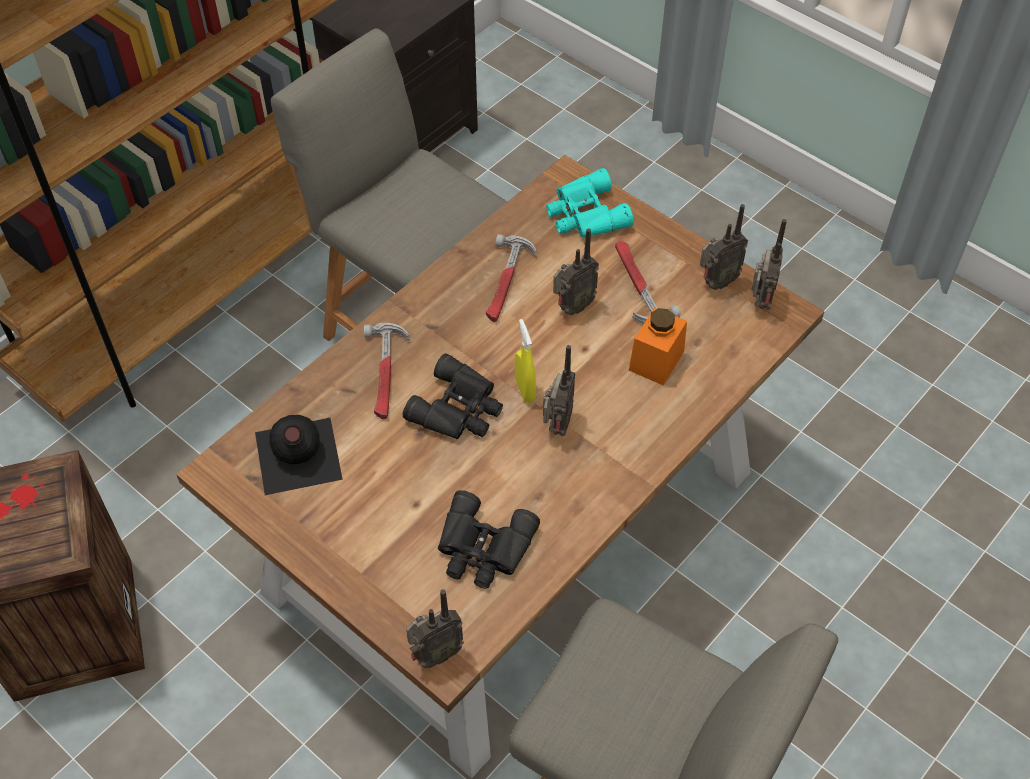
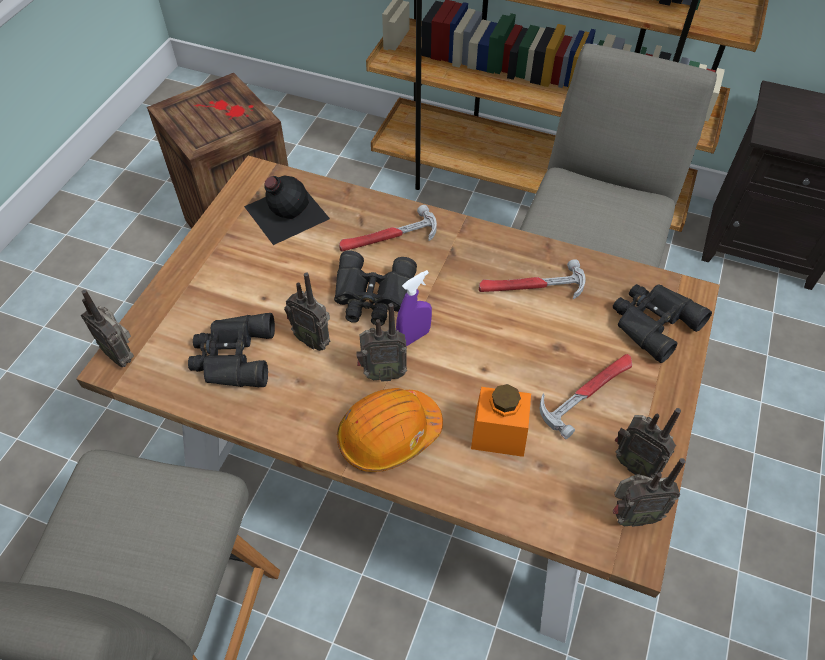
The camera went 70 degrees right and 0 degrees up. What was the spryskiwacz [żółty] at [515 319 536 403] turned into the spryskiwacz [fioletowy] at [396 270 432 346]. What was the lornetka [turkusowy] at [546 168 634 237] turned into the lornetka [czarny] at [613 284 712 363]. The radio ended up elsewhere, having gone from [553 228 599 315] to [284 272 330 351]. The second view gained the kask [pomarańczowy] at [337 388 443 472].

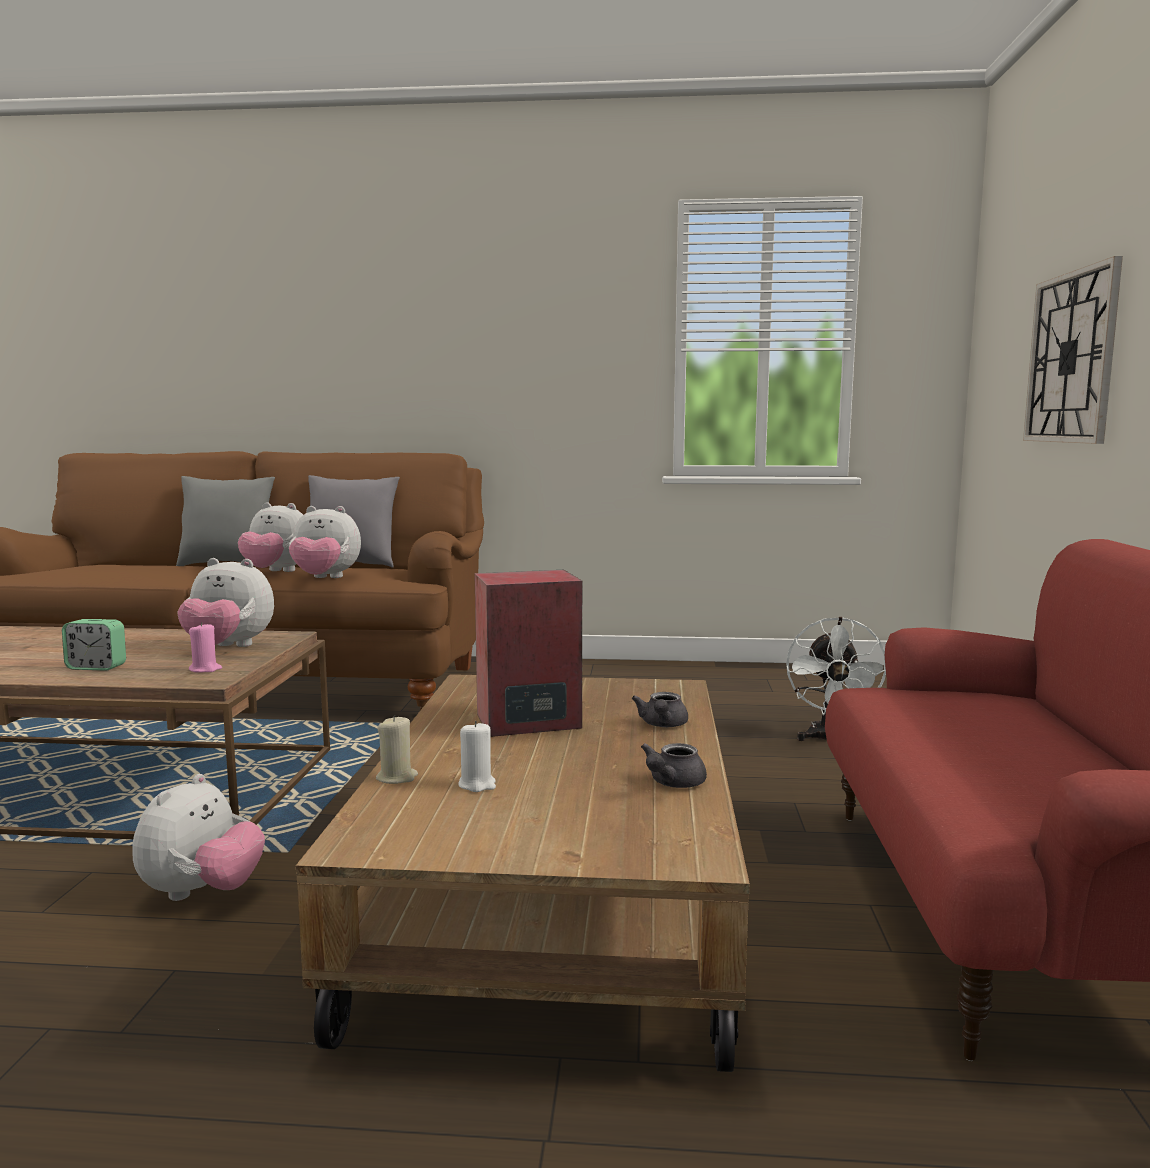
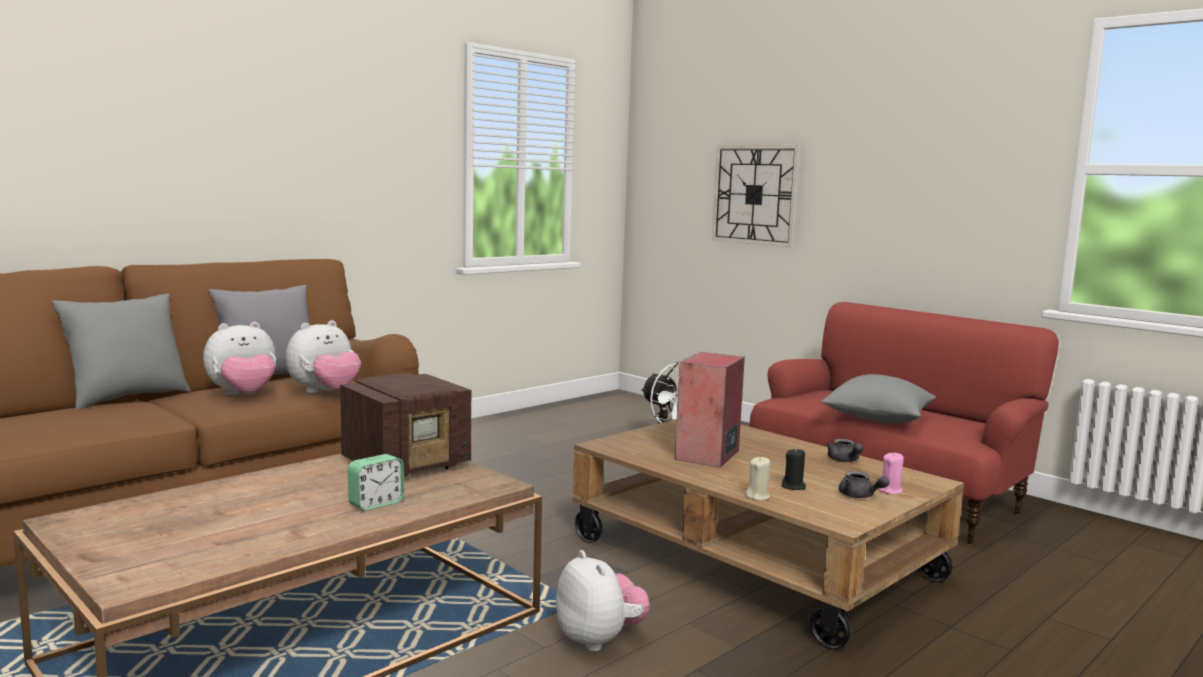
The camera went 50 degrees left and 0 degrees up. Where the pluszak stood at [177 558 274 647], the radio came to stand at [340 373 471 477]. The świeca [różowy] ended up elsewhere, having gone from [189 622 222 672] to [878 453 904 494]. What was the świeca [biały] at [458 721 496 792] turned into the świeca [czarny] at [781 448 806 490]. The imbryk [szary] ended up elsewhere, having gone from [632 692 688 727] to [839 471 889 498]. The second view gained the poduszka [szary] at [821 374 936 423].

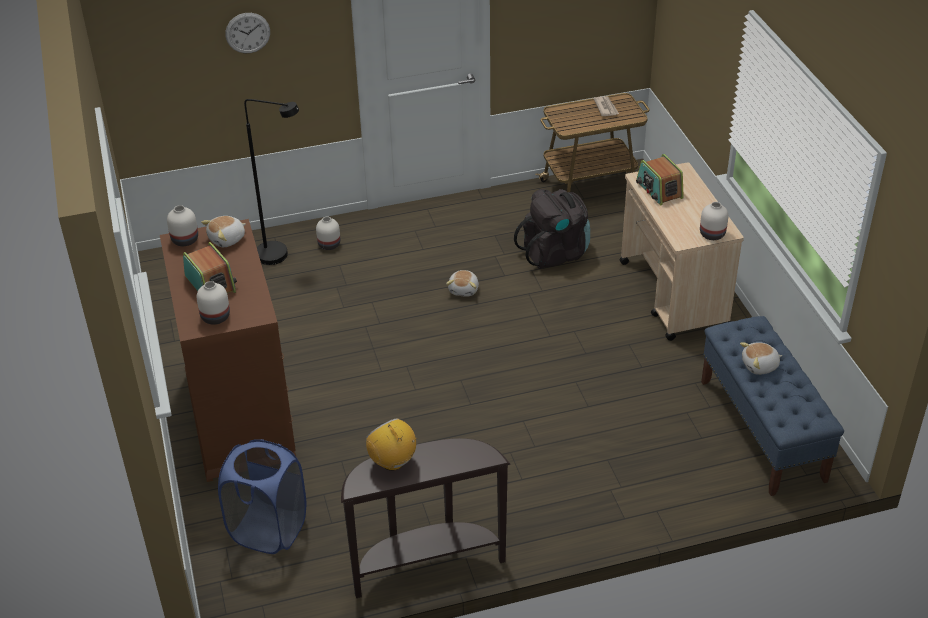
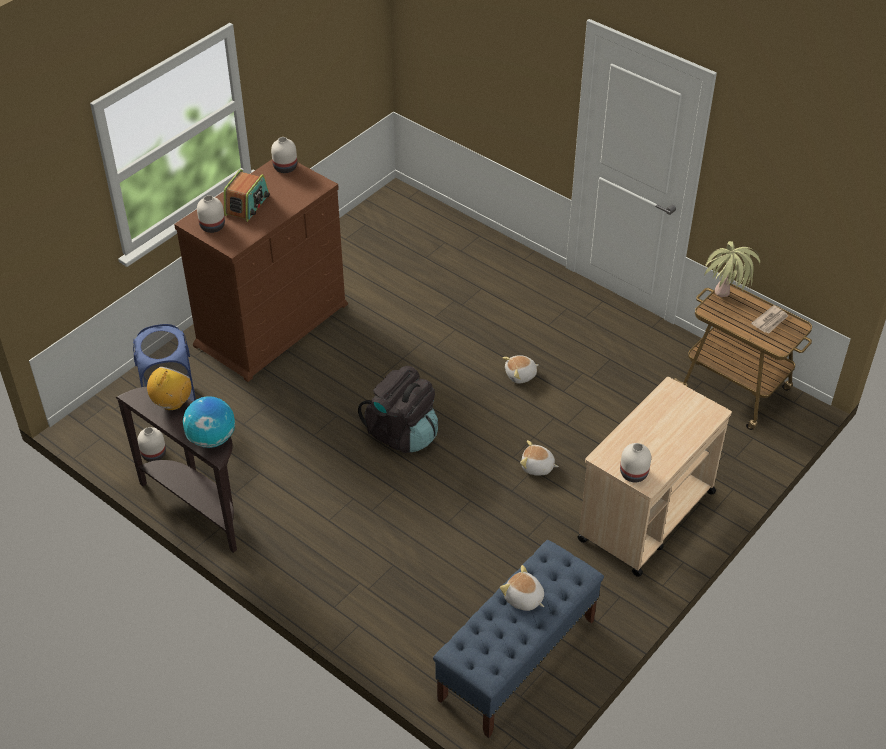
The camera went 55 degrees right and 5 degrees up. The pluszak ended up elsewhere, having gone from [201 216 246 247] to [520 440 559 476]. The second view lost the zegar ścienny at [225 13 270 53]. The second view lost the lampa stojąca [czarny] at [244 99 299 265]. The wazon [biały] ended up elsewhere, having gone from [316 217 340 250] to [138 427 166 462]. The plecak [czarny] ended up elsewhere, having gone from [514 189 590 269] to [358 366 438 453]. The second view lost the radio at [636 154 684 205]. The second view gained the globus at [183 396 235 448]. The second view gained the roślina doniczkowa at [703 241 760 297].

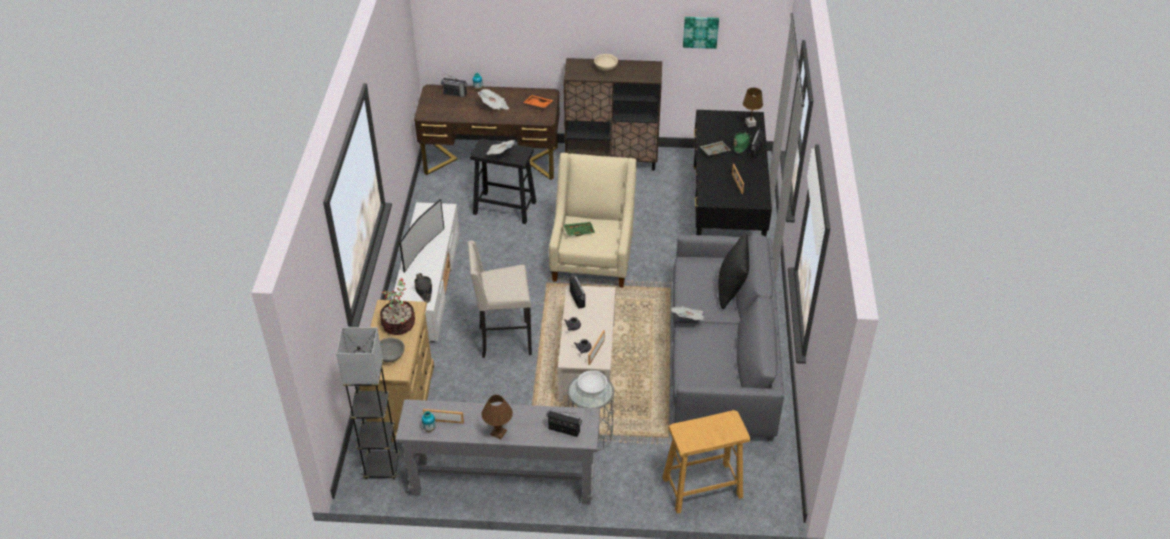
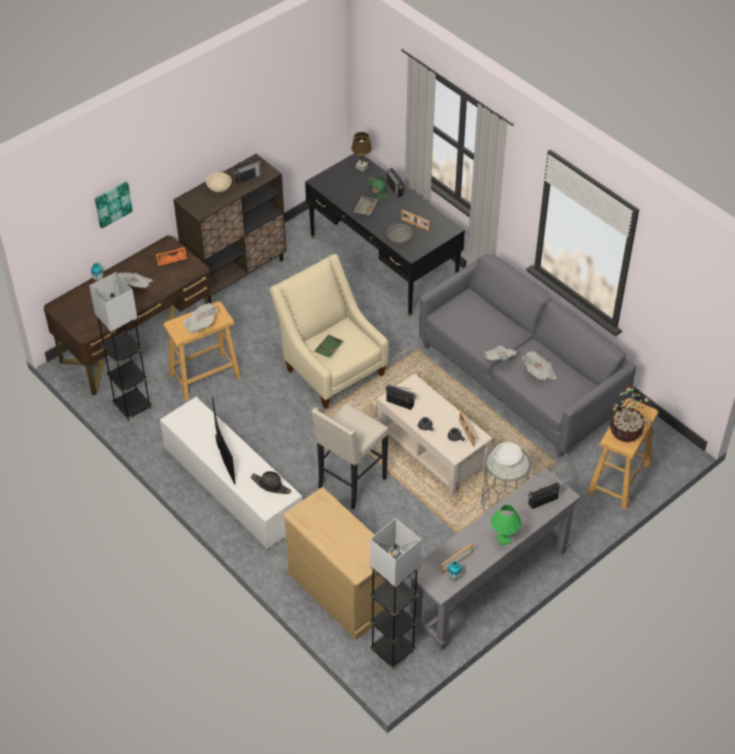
The camera went 45 degrees left and 5 degrees up. The roślina doniczkowa ended up elsewhere, having gone from [380 277 415 335] to [610 386 653 443]. The miska [szary] ended up elsewhere, having gone from [380 338 405 362] to [387 224 413 244]. The radio ended up elsewhere, having gone from [441 74 467 97] to [234 159 262 185]. What was the stołek [czarny] at [470 139 536 224] turned into the stołek [beżowy] at [163 302 241 400]. What was the lampa stołowa [brązowy] at [482 395 513 439] turned into the lampa stołowa [zielony] at [491 505 521 546]. The obraz ended up elsewhere, having gone from [683 17 719 49] to [95 182 133 228]. The second view lost the poduszka [czarny] at [718 233 749 309]. The second view gained the lampa stojąca [szary] at [89 272 152 421]. The second view gained the gazeta at [523 351 556 381].

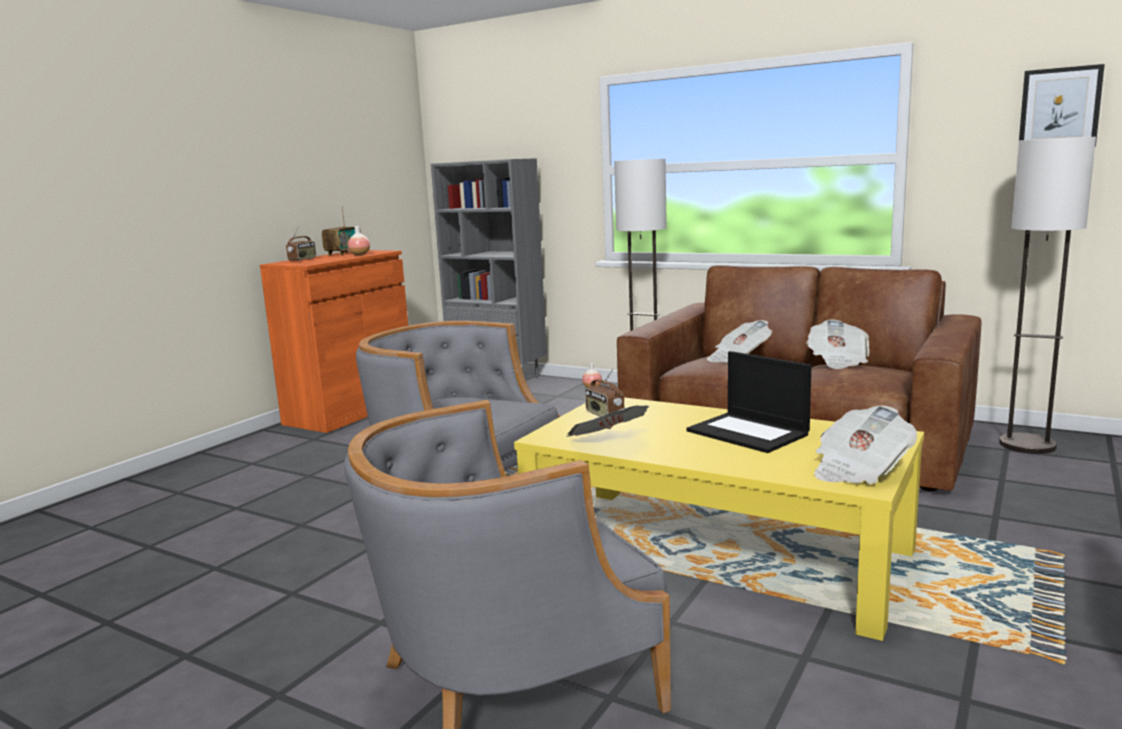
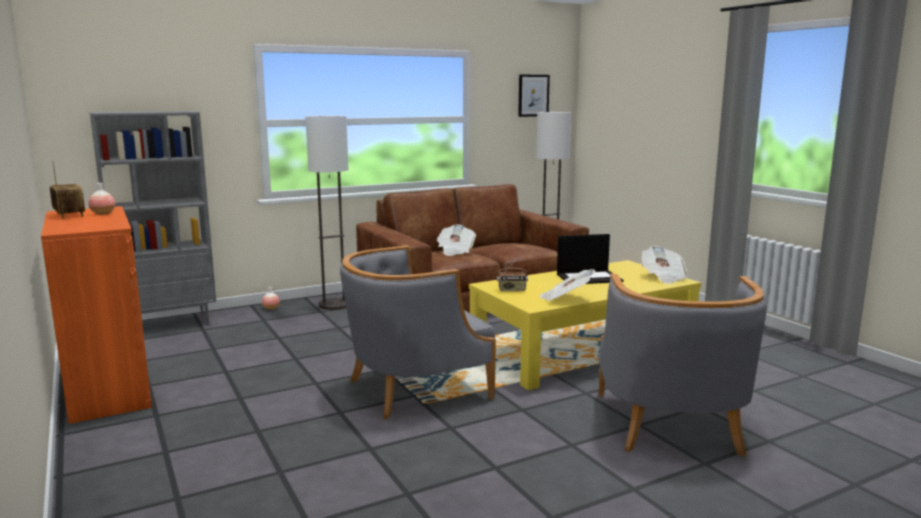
The camera went 60 degrees left and 0 degrees up. The second view lost the radio at [286 228 316 261]. The second view lost the gazeta at [806 319 869 369].

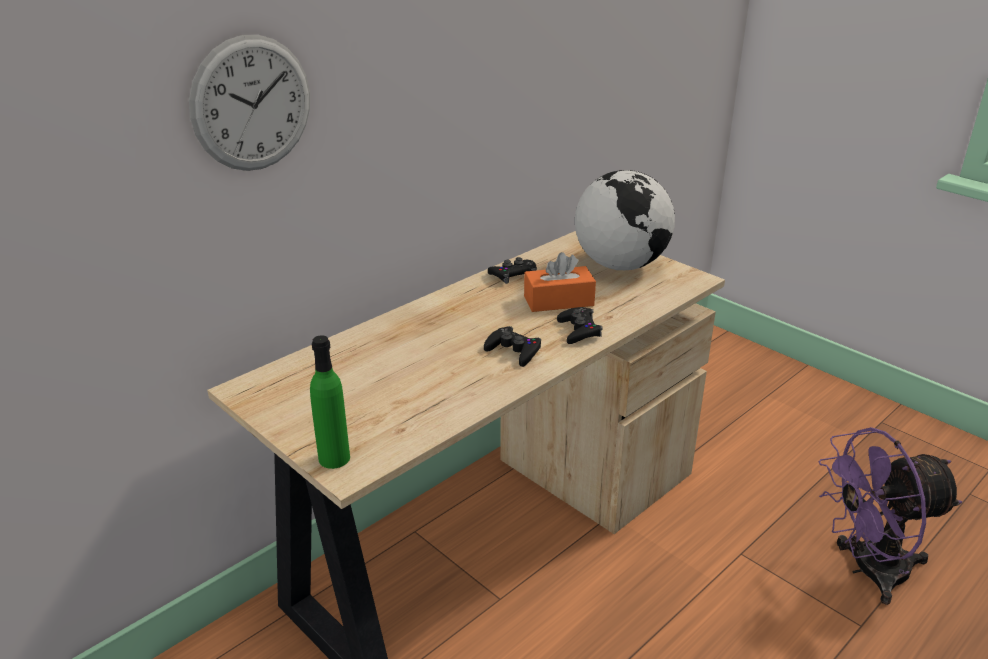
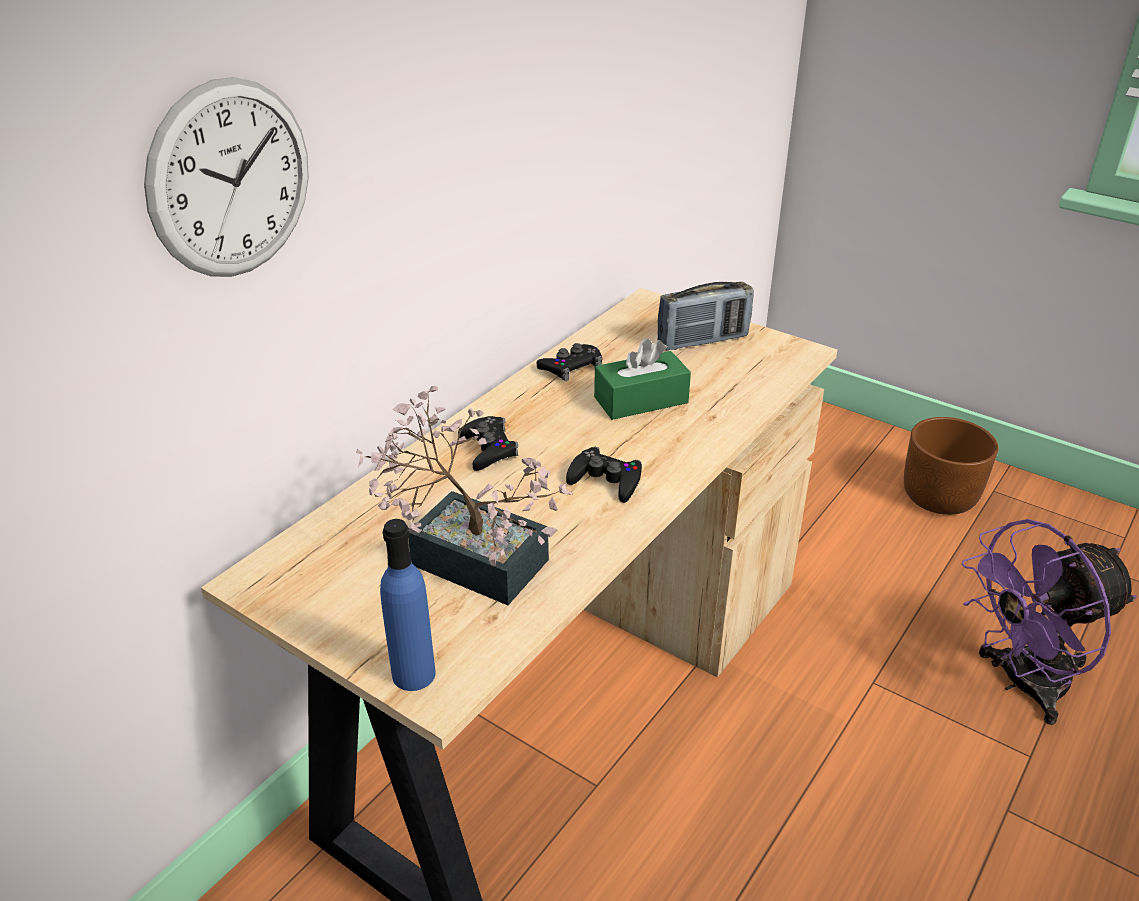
The camera went 10 degrees left and 5 degrees up. What was the butelka [zielony] at [310 335 350 469] turned into the butelka [niebieski] at [380 519 436 691]. What was the pudełko chusteczek [pomarańczowy] at [524 252 596 312] turned into the pudełko chusteczek [zielony] at [594 338 691 420]. The pad do gier [czarny] ended up elsewhere, having gone from [557 307 602 344] to [458 416 518 471]. Where the globus stood at [575 170 675 270], the radio came to stand at [657 282 754 350]. The second view gained the roślina doniczkowa at [356 386 573 605]. The second view gained the donica [brązowy] at [904 417 999 515].

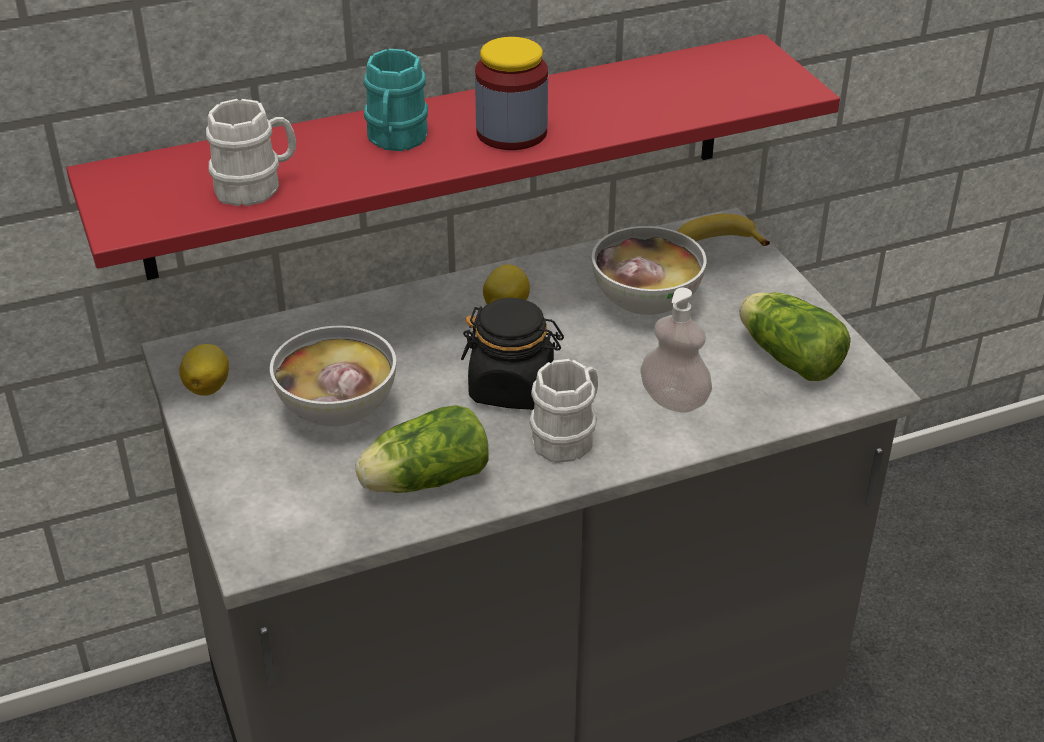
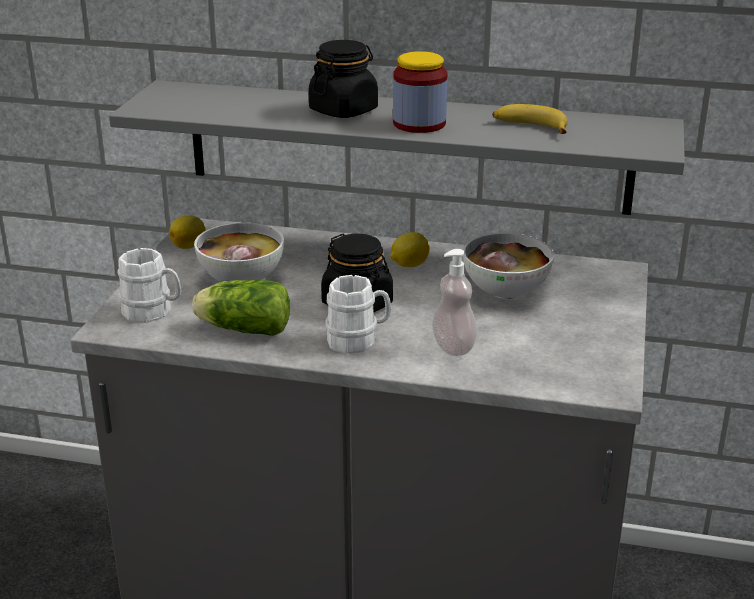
The camera went 35 degrees right and 10 degrees down. What was the półka [czerwony] at [66 34 840 280] turned into the półka [szary] at [109 80 685 215]. The kubek [biały] ended up elsewhere, having gone from [206 99 296 206] to [117 248 181 323]. Where the kubek [turkusowy] stood at [364 49 428 151], the słoik [czarny] came to stand at [308 40 378 118]. The banan ended up elsewhere, having gone from [678 214 770 246] to [492 104 568 134]. The second view lost the sałata at [739 292 851 381].

